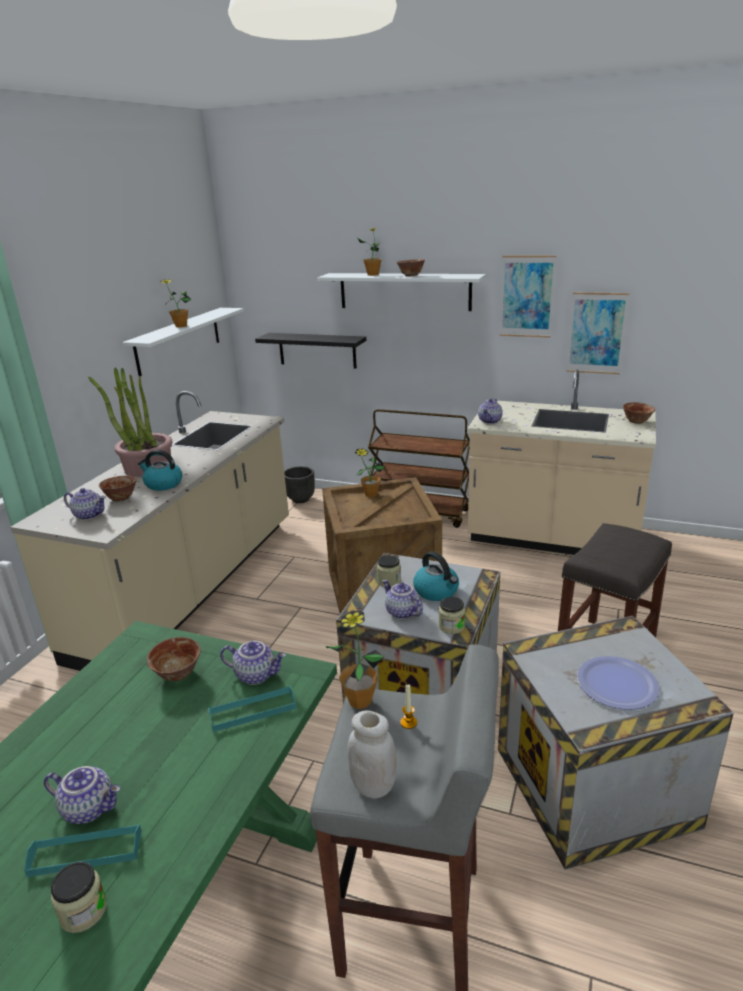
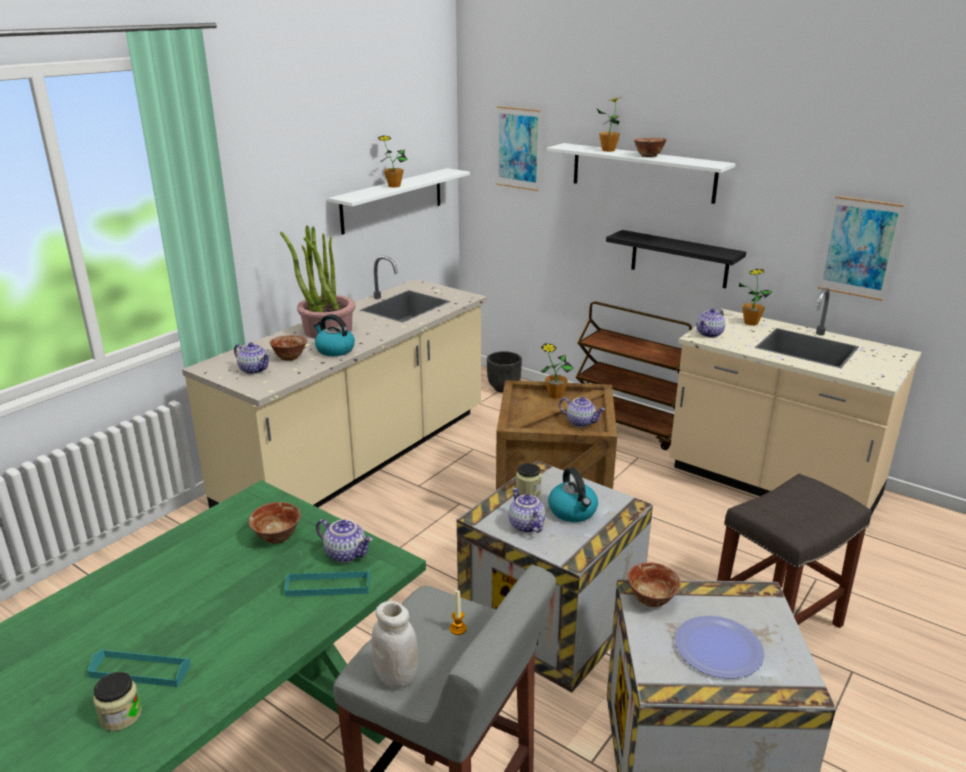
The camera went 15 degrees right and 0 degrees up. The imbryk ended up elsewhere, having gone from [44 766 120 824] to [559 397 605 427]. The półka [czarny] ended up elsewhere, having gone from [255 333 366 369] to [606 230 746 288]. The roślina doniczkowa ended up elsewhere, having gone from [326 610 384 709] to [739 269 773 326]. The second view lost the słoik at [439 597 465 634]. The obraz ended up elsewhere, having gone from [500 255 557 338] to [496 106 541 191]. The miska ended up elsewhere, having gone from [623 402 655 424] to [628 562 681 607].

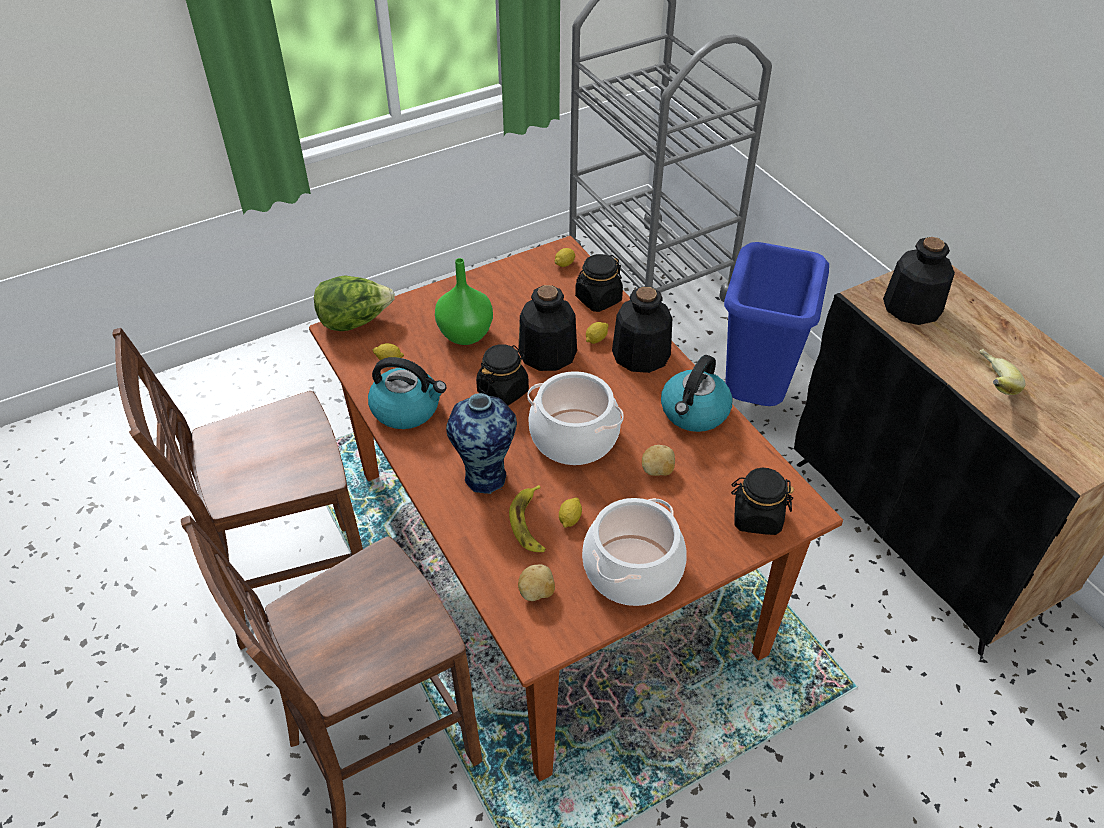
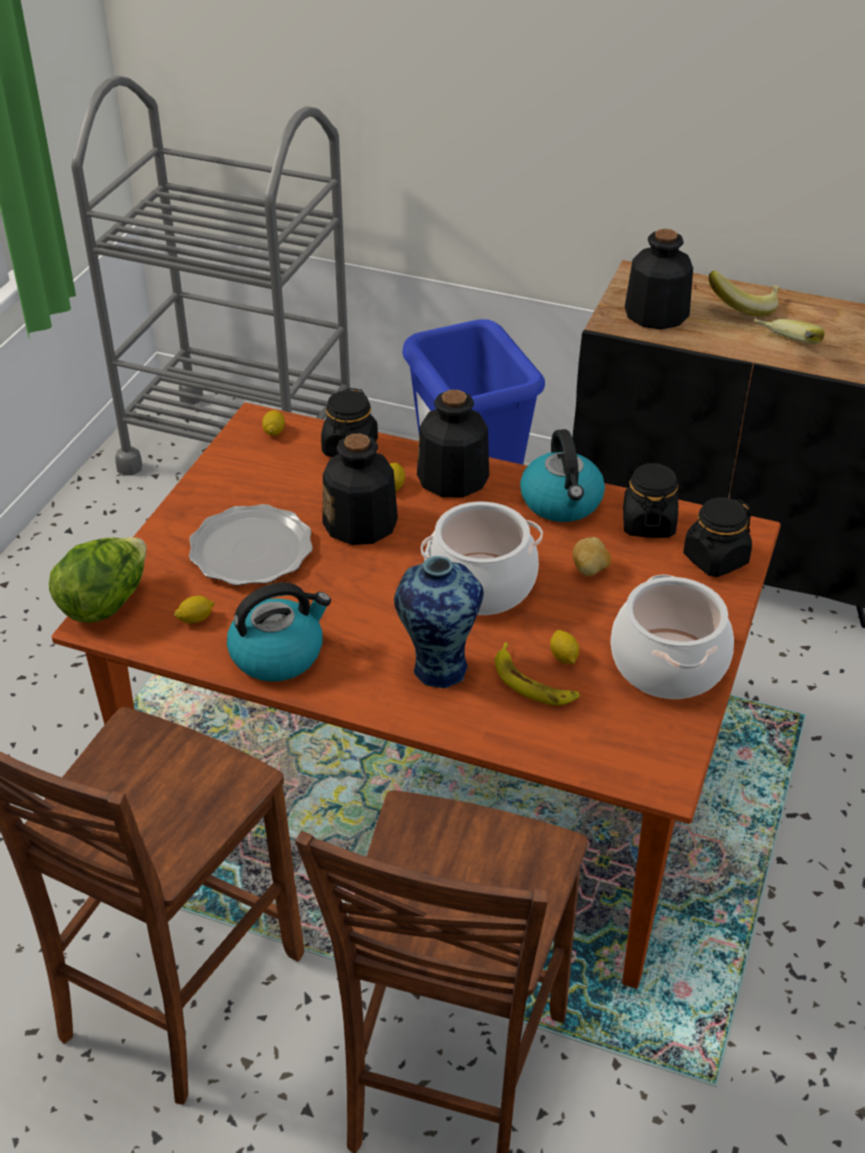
The camera went 40 degrees left and 5 degrees down. Where the wazon [zielony] stood at [435 258 493 345], the talerz came to stand at [189 504 313 586]. The słoik [czarny] ended up elsewhere, having gone from [476 344 529 406] to [623 462 678 538]. The second view lost the ziemniak at [518 565 555 601]. The second view gained the banan at [709 270 781 316].

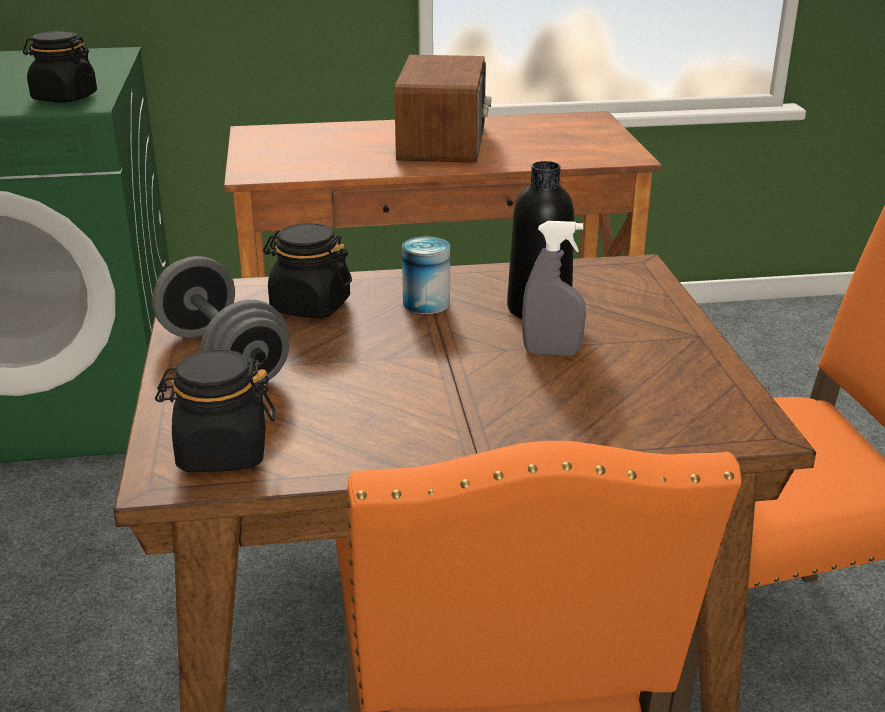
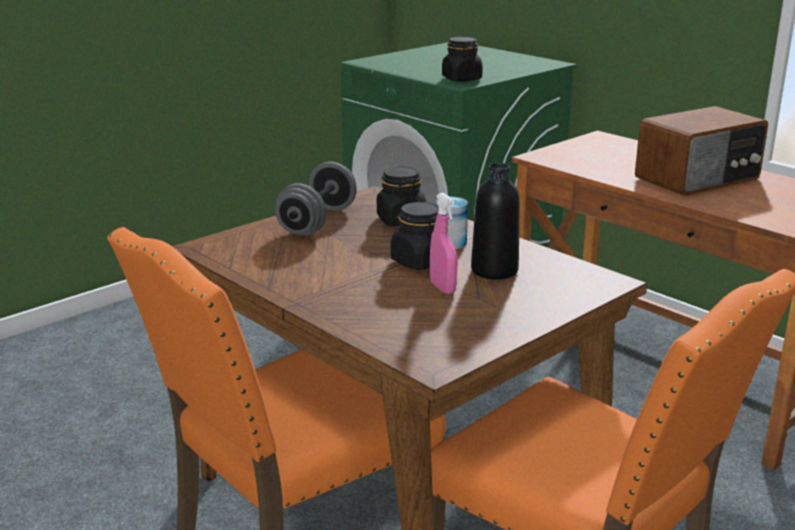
The camera went 55 degrees right and 5 degrees down. The słoik [czarny] ended up elsewhere, having gone from [155 349 275 472] to [391 202 439 270]. What was the spryskiwacz [szary] at [522 221 586 356] turned into the spryskiwacz [różowy] at [430 193 458 294].

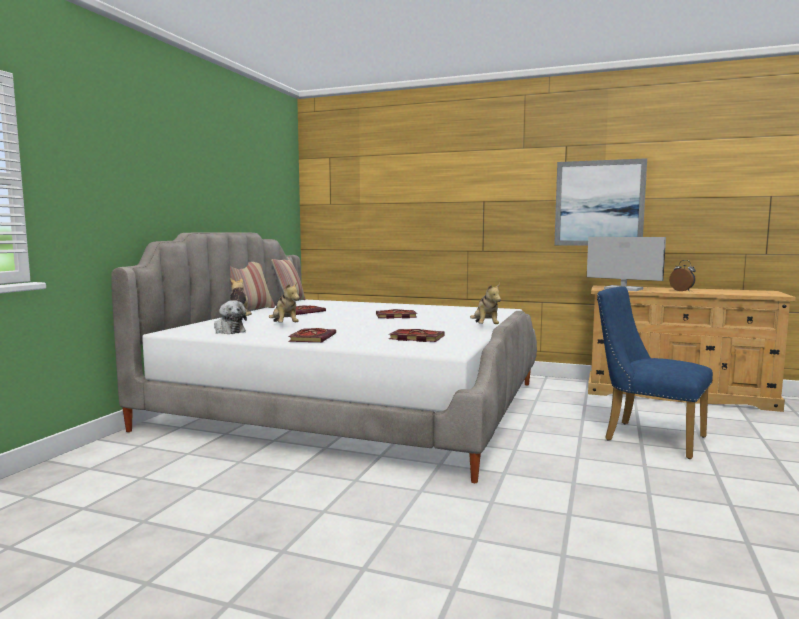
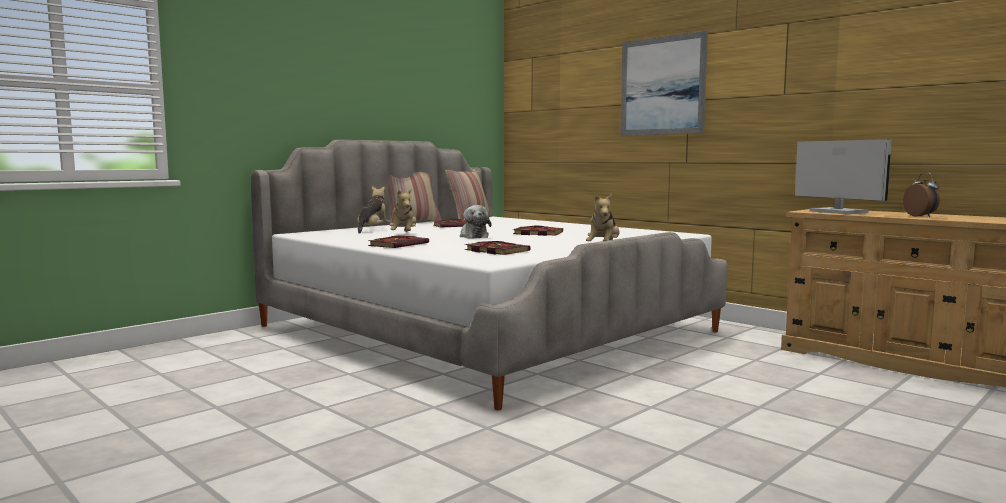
The camera went 25 degrees right and 0 degrees up. The pluszak ended up elsewhere, having gone from [214 300 247 334] to [460 205 492 239]. The obraz ended up elsewhere, having gone from [554 158 647 246] to [620 31 708 136]. The second view lost the krzesło [niebieski] at [597 287 713 459].

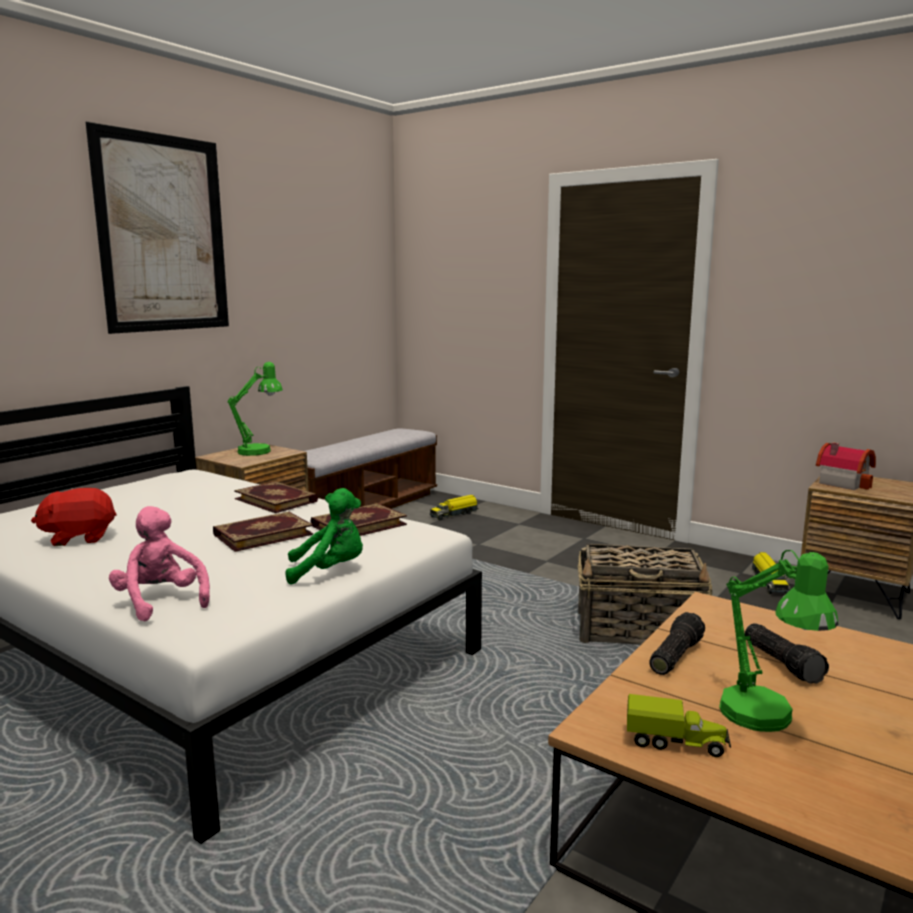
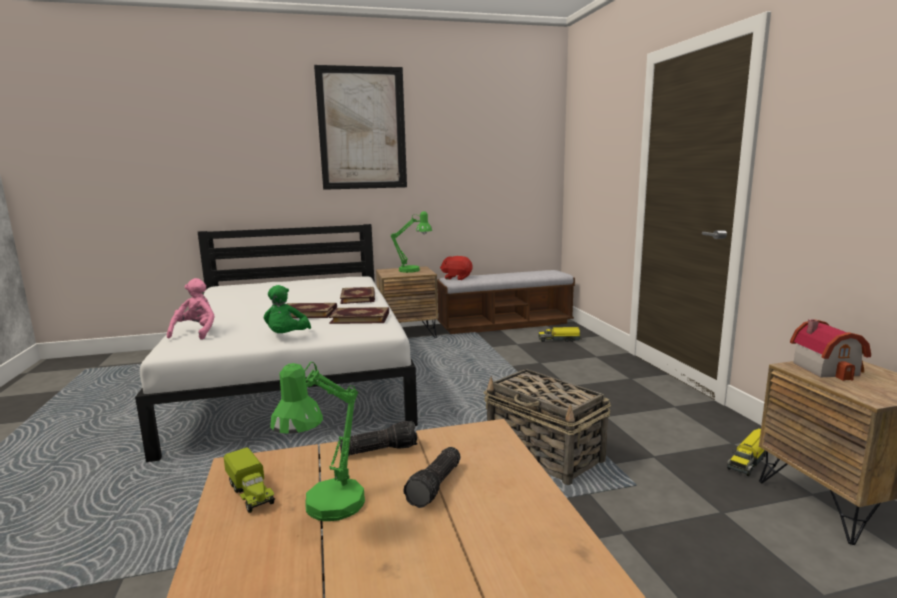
The camera went 40 degrees right and 0 degrees up. The pluszak [czerwony] ended up elsewhere, having gone from [31 488 117 546] to [440 256 473 280]. The pluszak [zielony] at [286 488 363 585] ended up facing another way, 60 degrees clockwise from before.

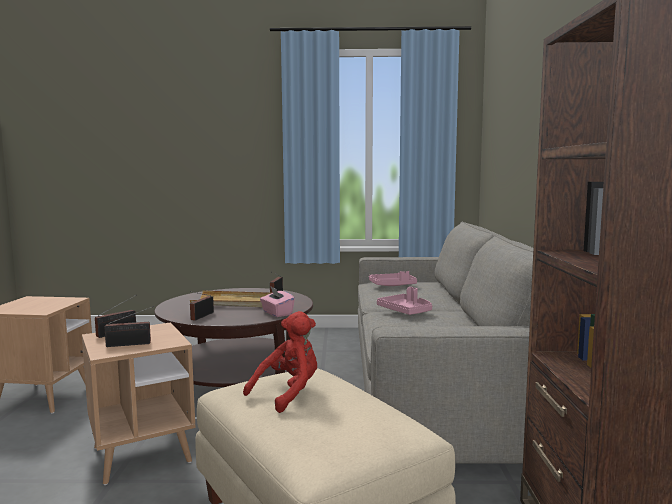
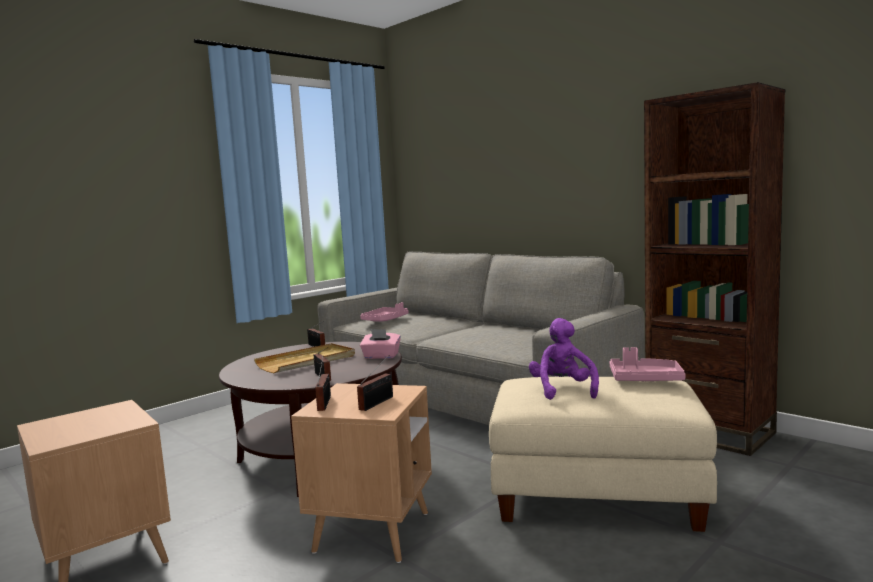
The camera went 45 degrees left and 0 degrees up. What was the pluszak [czerwony] at [243 311 317 413] turned into the pluszak [fioletowy] at [529 318 599 400]. The taca [różowy] ended up elsewhere, having gone from [377 287 432 315] to [609 347 686 381].

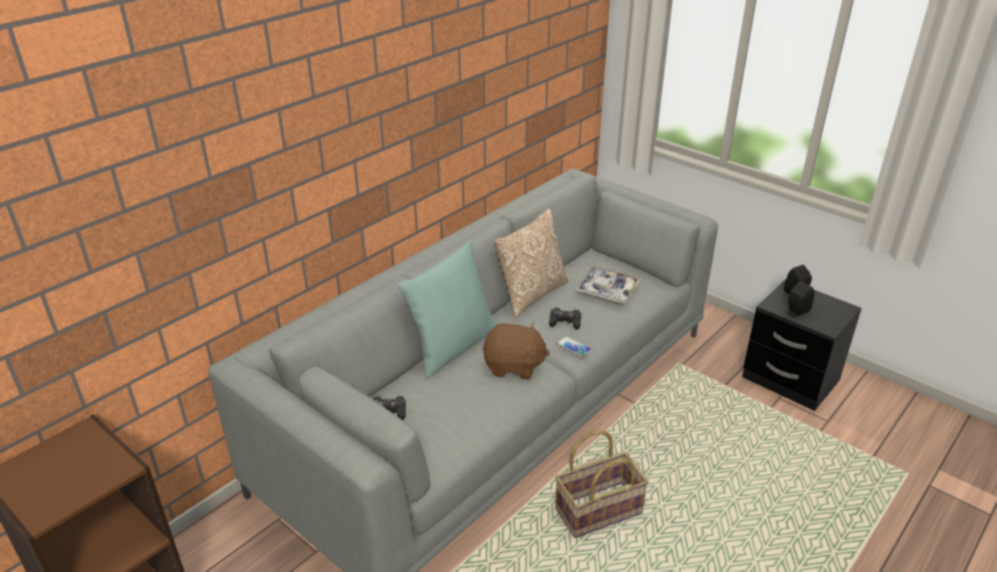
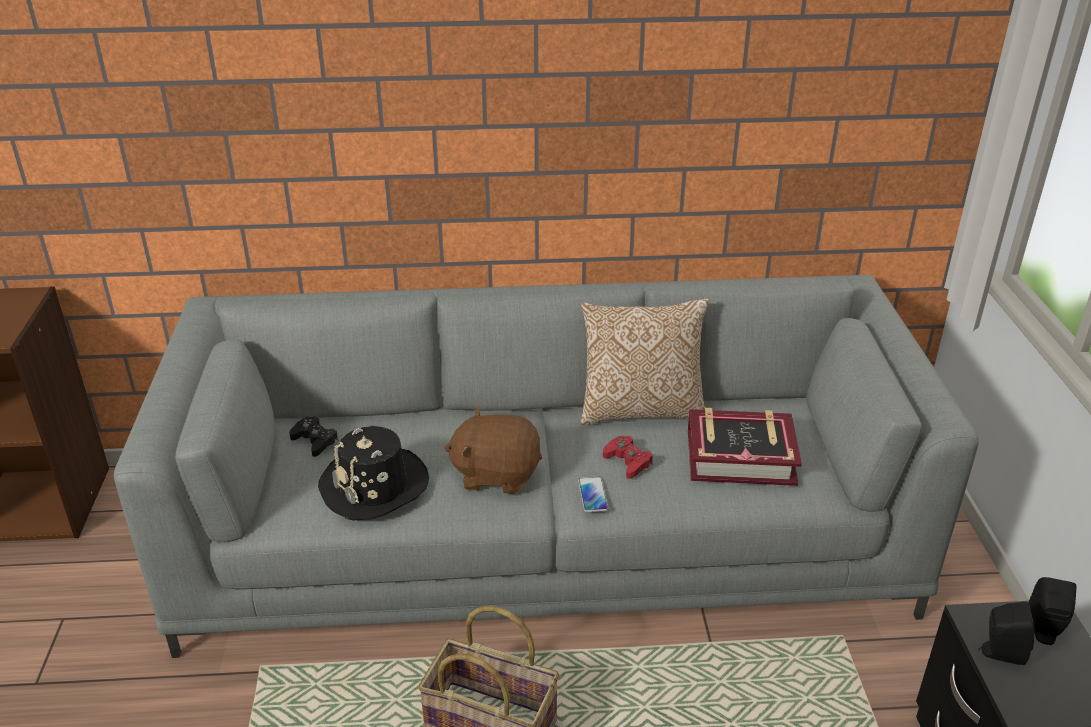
The camera went 45 degrees right and 0 degrees up. The second view lost the poduszka [turkusowy] at [398 240 497 378]. The pluszak [brązowy] at [482 323 550 379] ended up facing another way, 135 degrees clockwise from before. What was the pad do gier [czarny] at [549 308 581 330] turned into the pad do gier [czerwony] at [603 436 653 479]. Where the taca stood at [576 266 641 303], the książka came to stand at [688 408 802 486]. The second view gained the kapelusz [czarny] at [318 426 429 520].

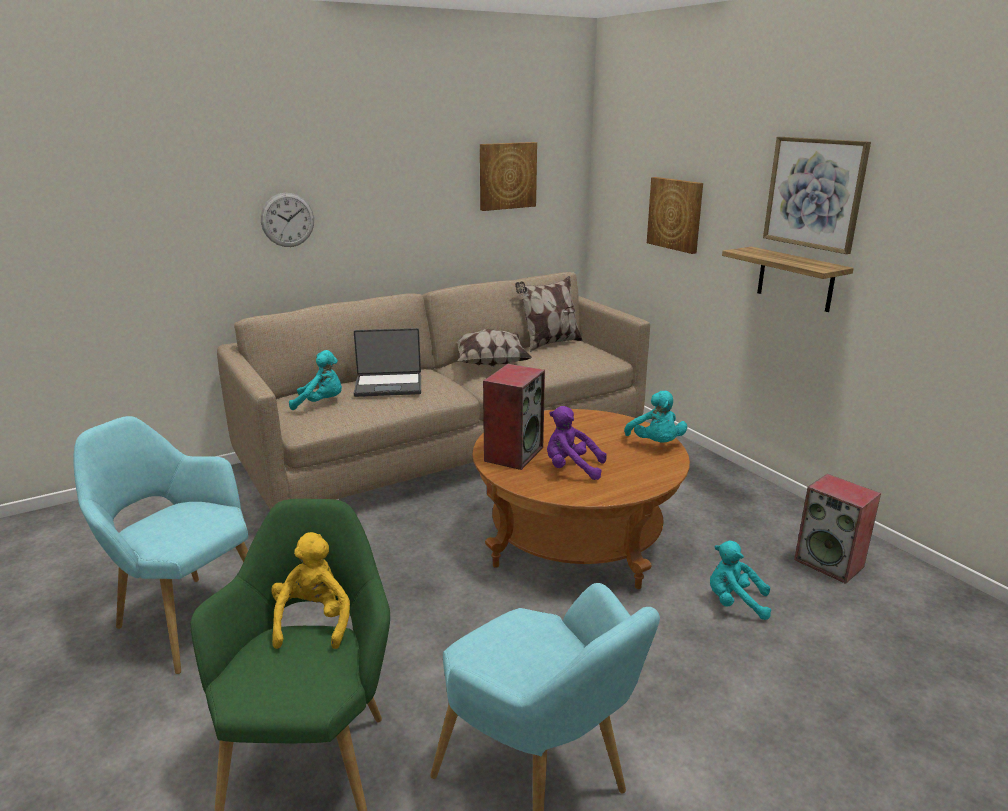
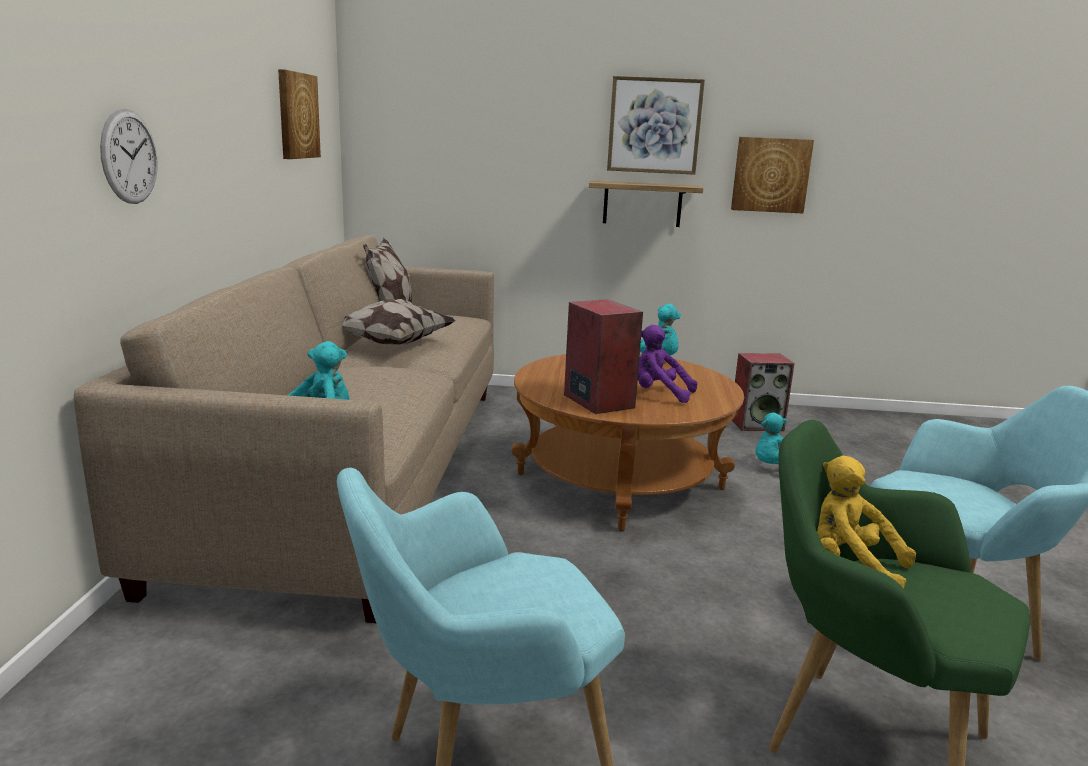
The camera went 55 degrees left and 5 degrees down. The second view lost the laptop at [354 328 421 397]. The pluszak [fioletowy] at [547 406 607 480] ended up facing another way, 60 degrees clockwise from before. The obraz ended up elsewhere, having gone from [647 177 703 254] to [731 137 814 213].

